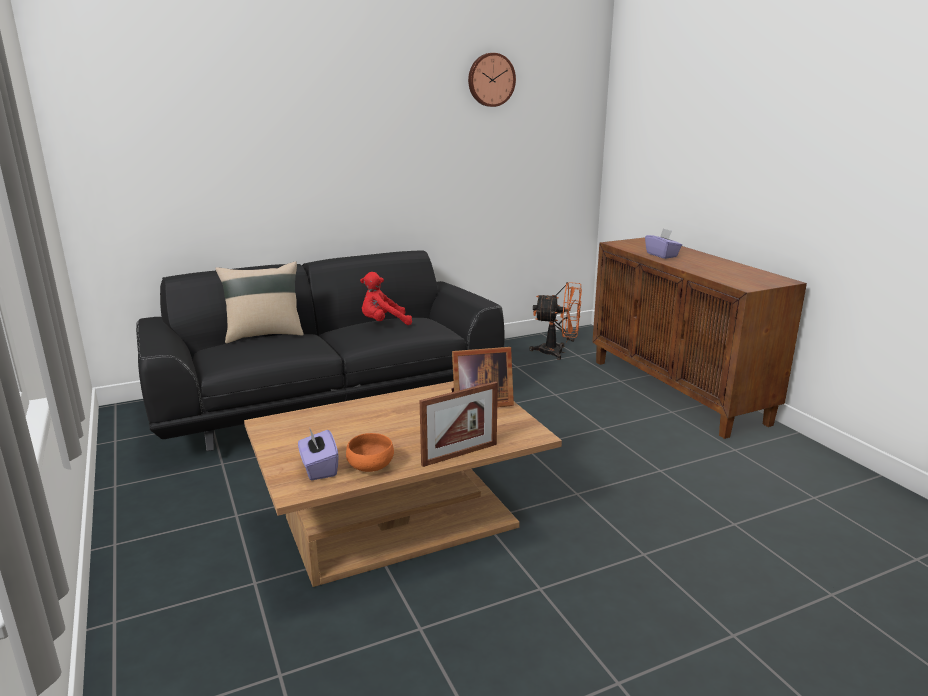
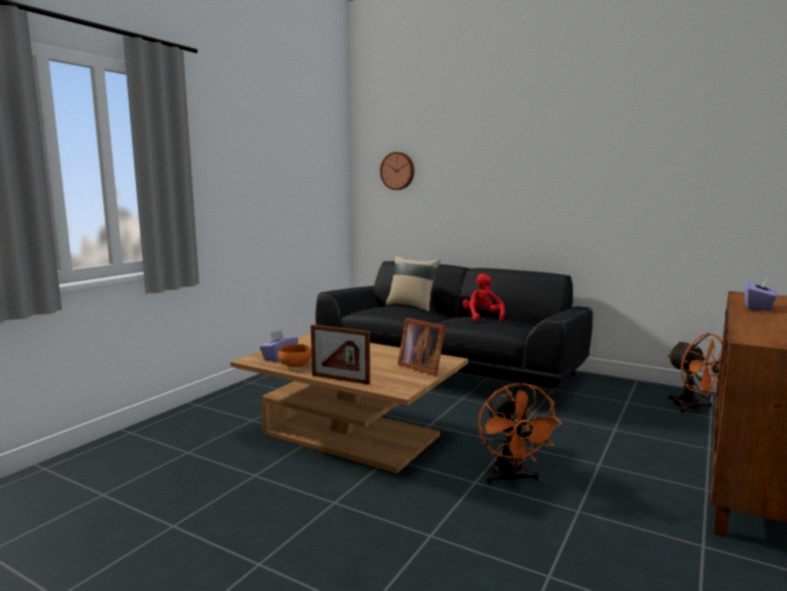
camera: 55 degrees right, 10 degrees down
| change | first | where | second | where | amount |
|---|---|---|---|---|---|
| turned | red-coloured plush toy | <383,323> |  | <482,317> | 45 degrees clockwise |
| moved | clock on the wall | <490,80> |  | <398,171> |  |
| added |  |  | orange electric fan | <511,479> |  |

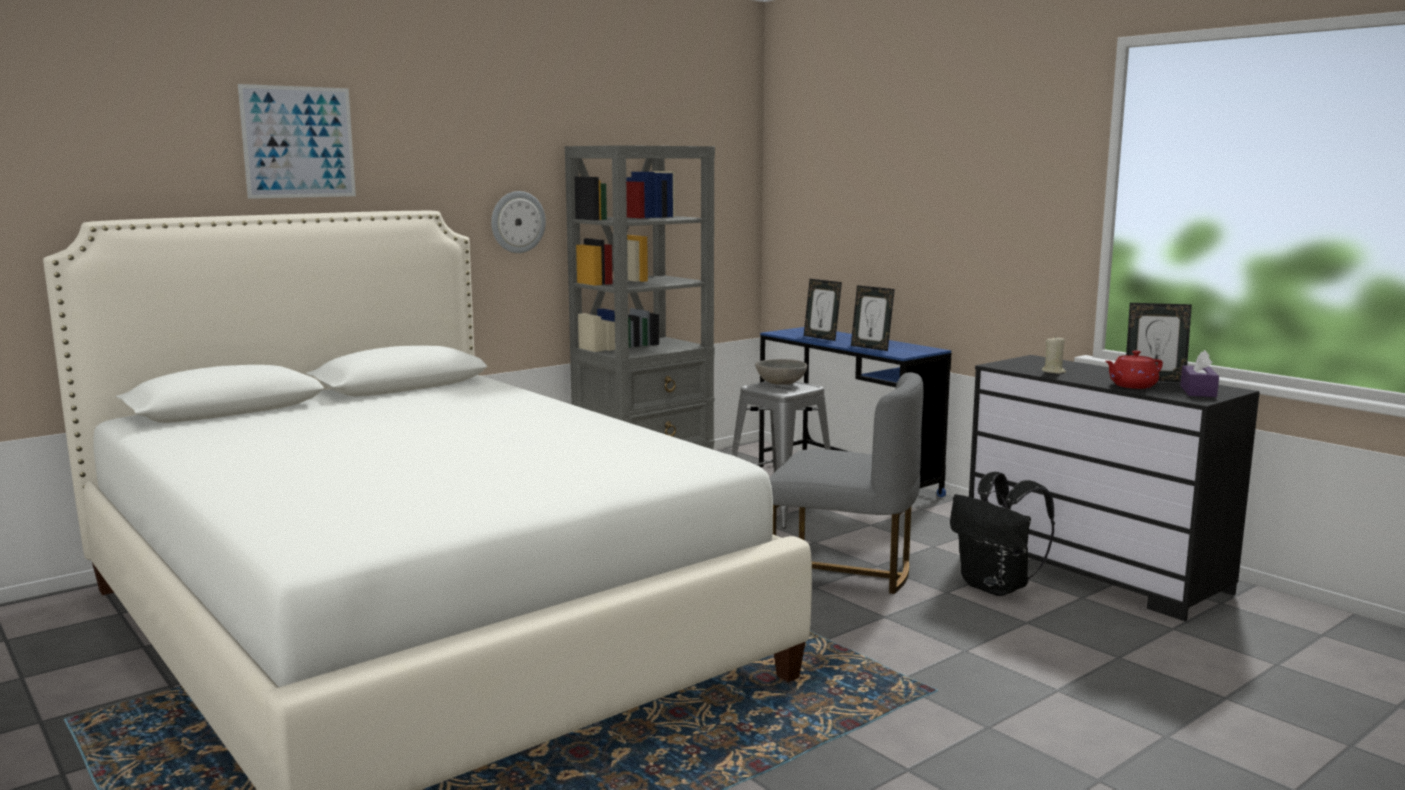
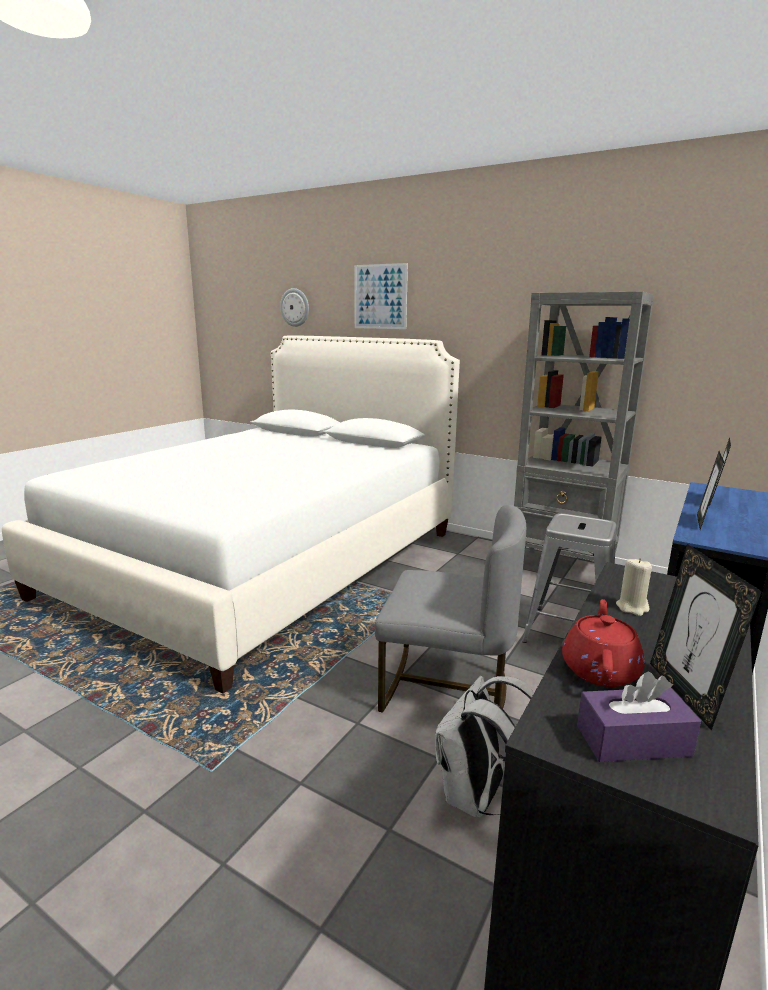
camera: 70 degrees right, 5 degrees up
| change | first | where | second | where | amount |
|---|---|---|---|---|---|
| moved | clock on the wall | <517,222> |  | <295,307> |  |
| removed | grey serving bowl | <781,383> |  |  |  |
| turned | grey chair | <843,571> |  | <446,686> | 75 degrees counterclockwise |
| recoloured | black-coloured rucksack | <997,587> | whitish rucksack | <477,797> |  |
| turned | red-coloured tea pot | <1132,386> |  | <600,669> | 60 degrees clockwise |

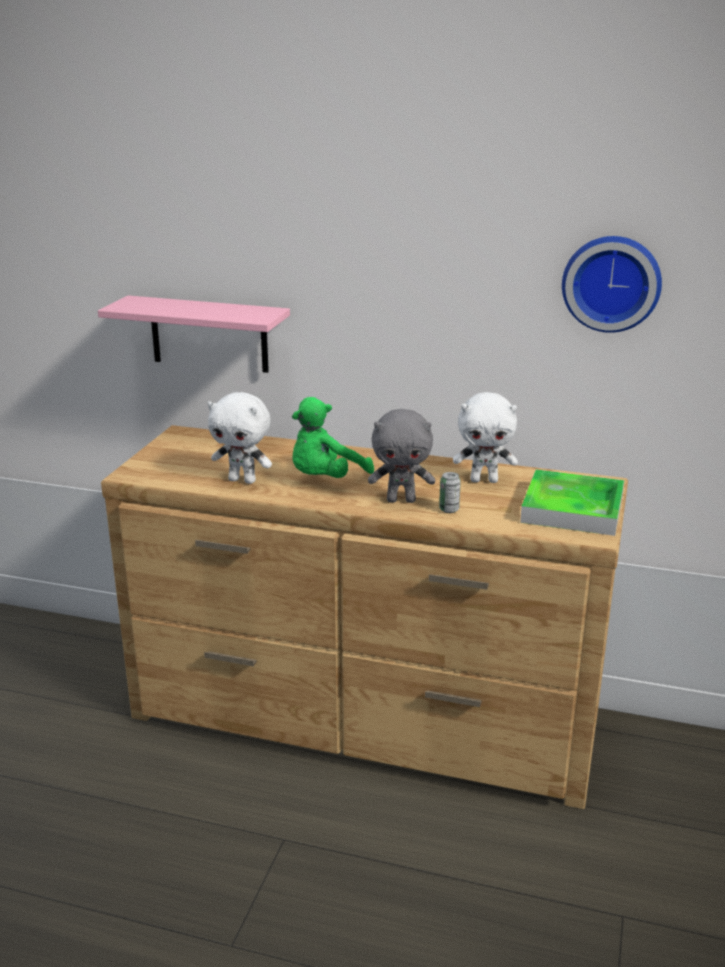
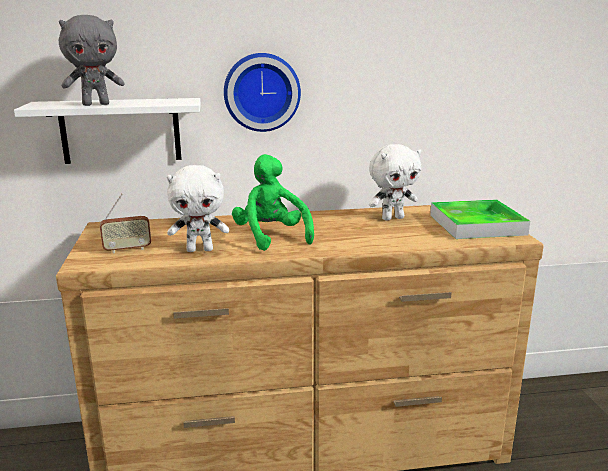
camera: 25 degrees left, 5 degrees down
| change | first | where | second | where | amount |
|---|---|---|---|---|---|
| recoloured | pink shelf | <209,334> | whitish shelf | <120,131> |  |
| turned | green plush toy | <325,479> |  | <271,237> | 135 degrees clockwise |
| moved | grey plush toy | <401,500> |  | <96,104> |  |
| removed | can | <449,509> |  |  |  |
| moved | clock on the wall | <611,282> |  | <261,92> |  |
| added |  |  | radio receiver | <127,249> |  |

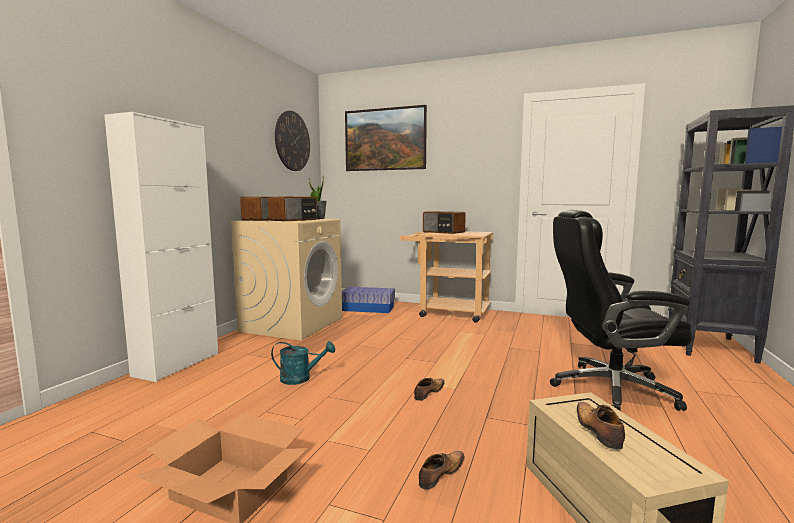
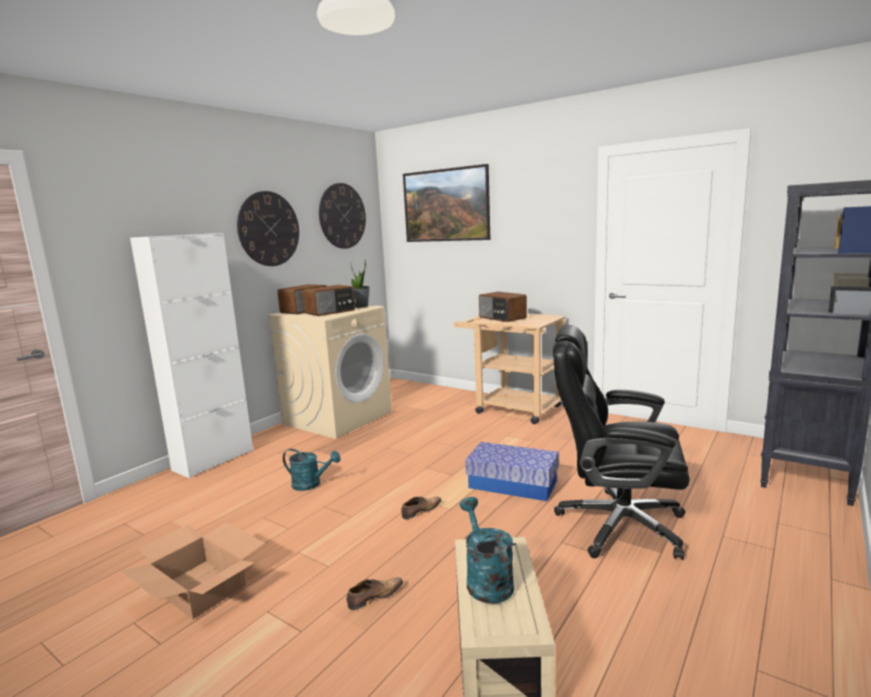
camera: 15 degrees right, 5 degrees up
| change | first | where | second | where | amount |
|---|---|---|---|---|---|
| moved | storage bin | <368,308> |  | <513,484> |  |
| replaced | item of footwear | <597,430> | turquoise watering pot | <486,579> |  |
| added |  |  | clock on the wall | <269,229> |  |

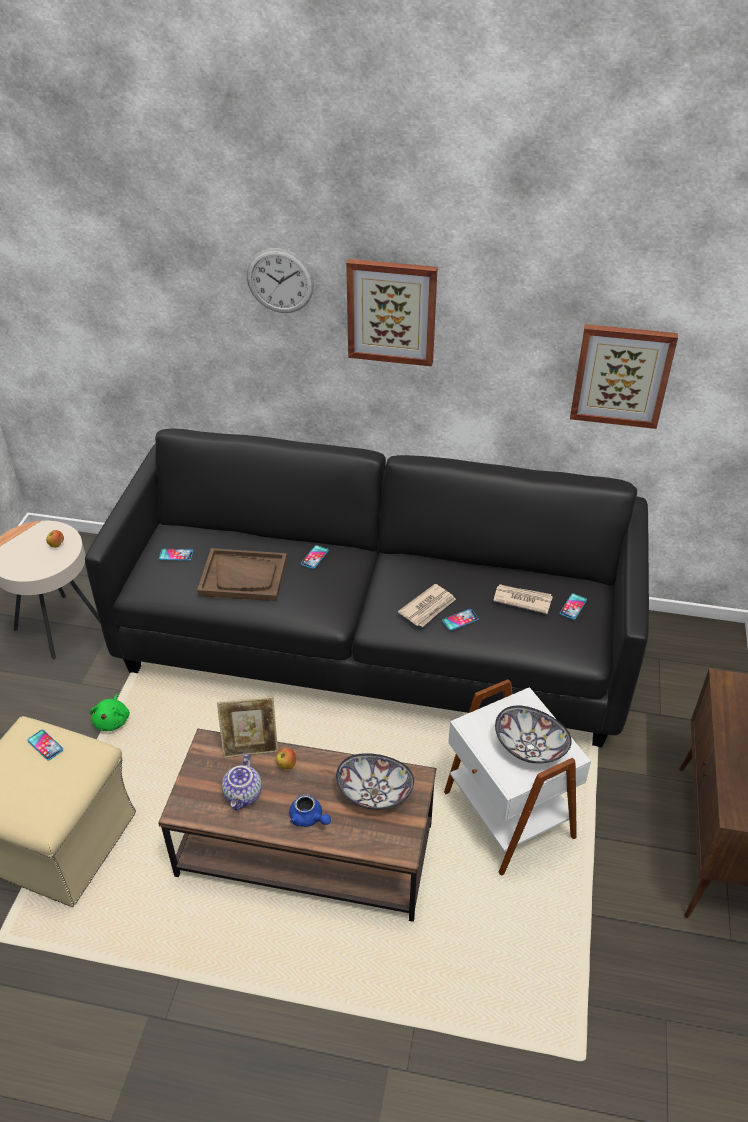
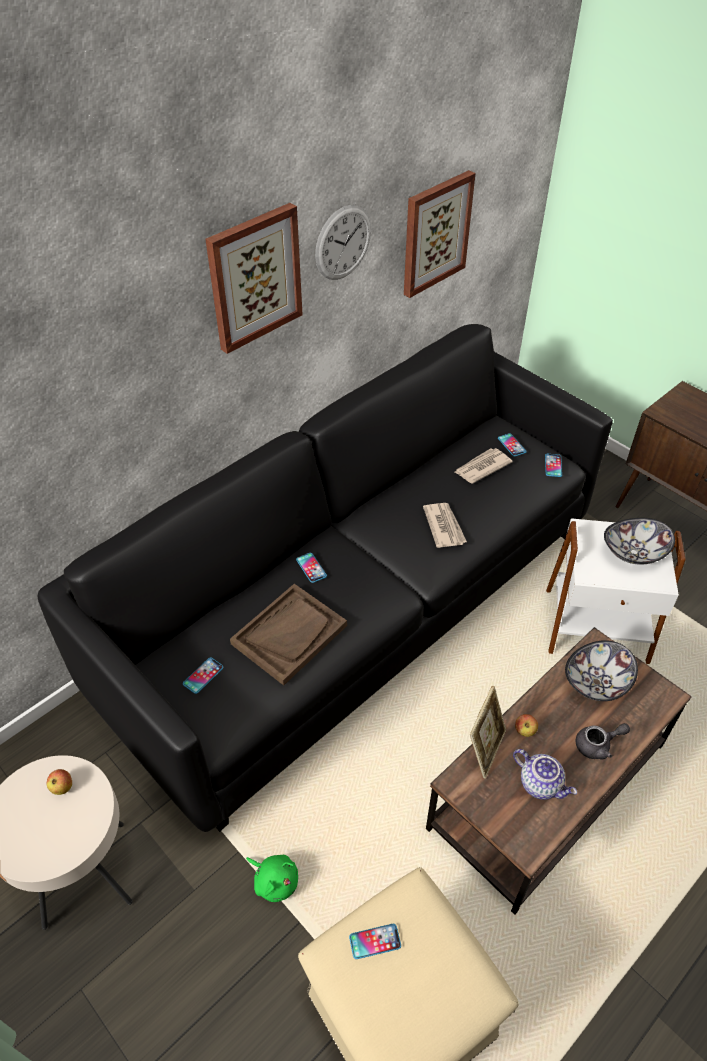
camera: 55 degrees left, 5 degrees up
| change | first | where | second | where | amount |
|---|---|---|---|---|---|
| moved | clock on the wall | <280,281> |  | <343,243> |  |
| recoloured | blue tea pot | <309,818> | grey tea pot | <597,745> |  |
| moved | phone | <460,620> |  | <553,465> |  |

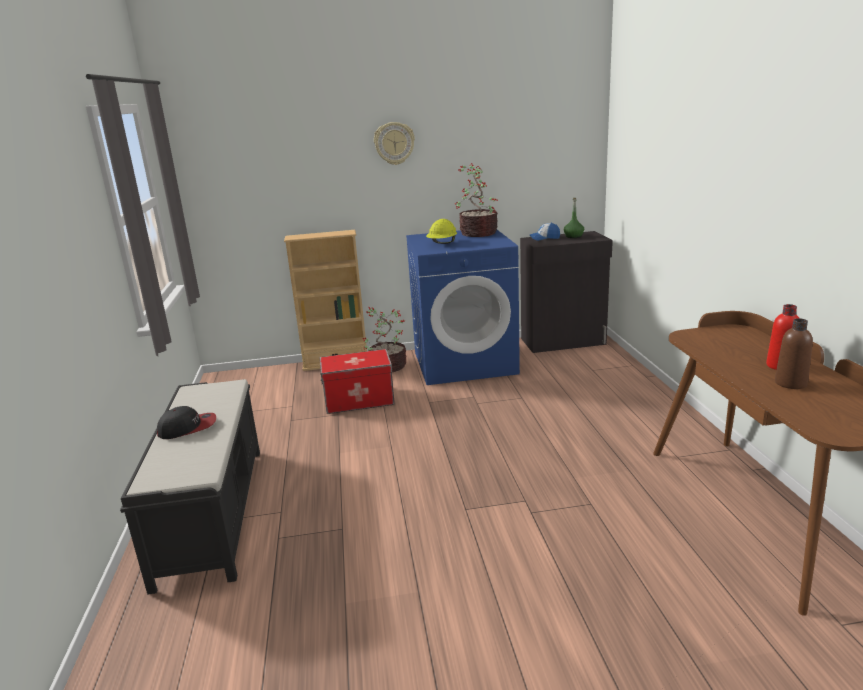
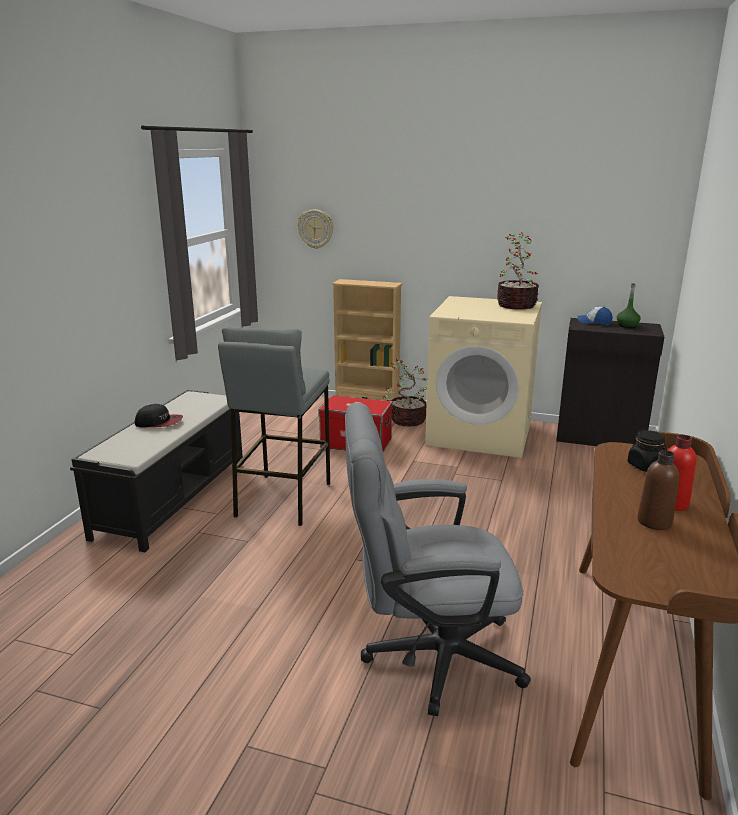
camera: 25 degrees right, 0 degrees up
| change | first | where | second | where | amount |
|---|---|---|---|---|---|
| moved | clock on the wall | <394,143> |  | <316,229> |  |
| recoloured | blue laundry machine | <465,362> | sand-coloured laundry machine | <480,434> |  |
| removed | yellow-coloured work helmet | <442,244> |  |  |  |
| added |  |  | grey stool | <282,499> |  |
| added |  |  | grey desk chair | <427,656> |  |
| added |  |  | black-coloured preserve jar | <646,466> |  |

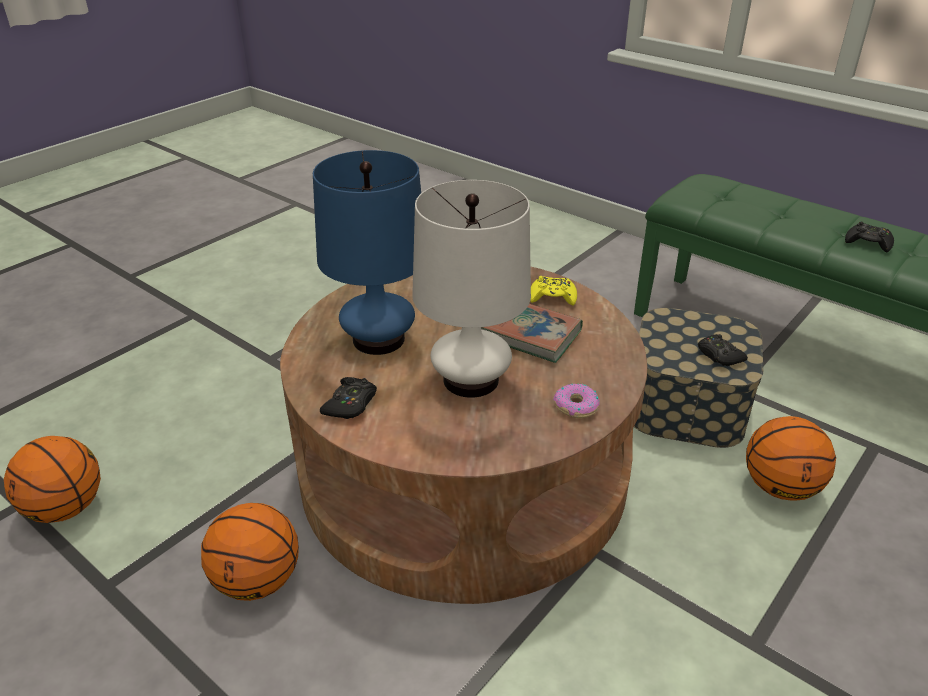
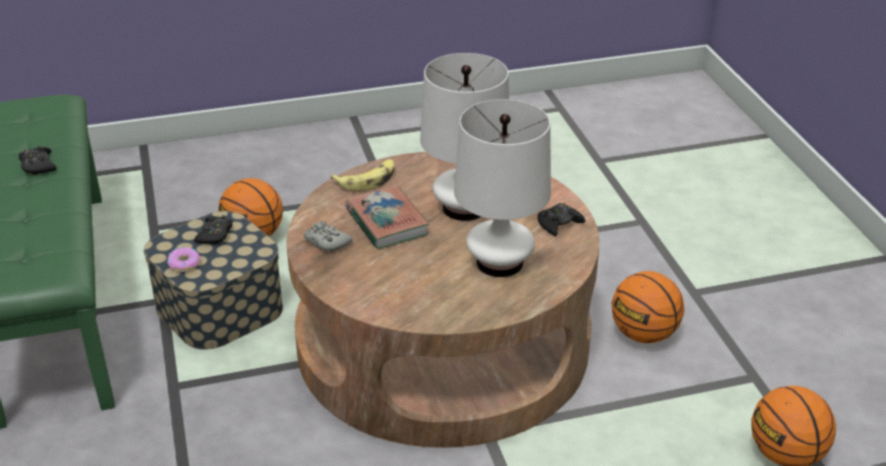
camera: 145 degrees left, 0 degrees up
| change | first | where | second | where | amount |
|---|---|---|---|---|---|
| recoloured | blue tabletop lamp | <378,339> | whitish tabletop lamp | <499,262> |  |
| recoloured | yellow-coloured game controller | <552,297> | grey game controller | <326,242> |  |
| moved | ring doughnut | <576,406> |  | <184,264> |  |
| added |  |  | banana | <367,180> |  |

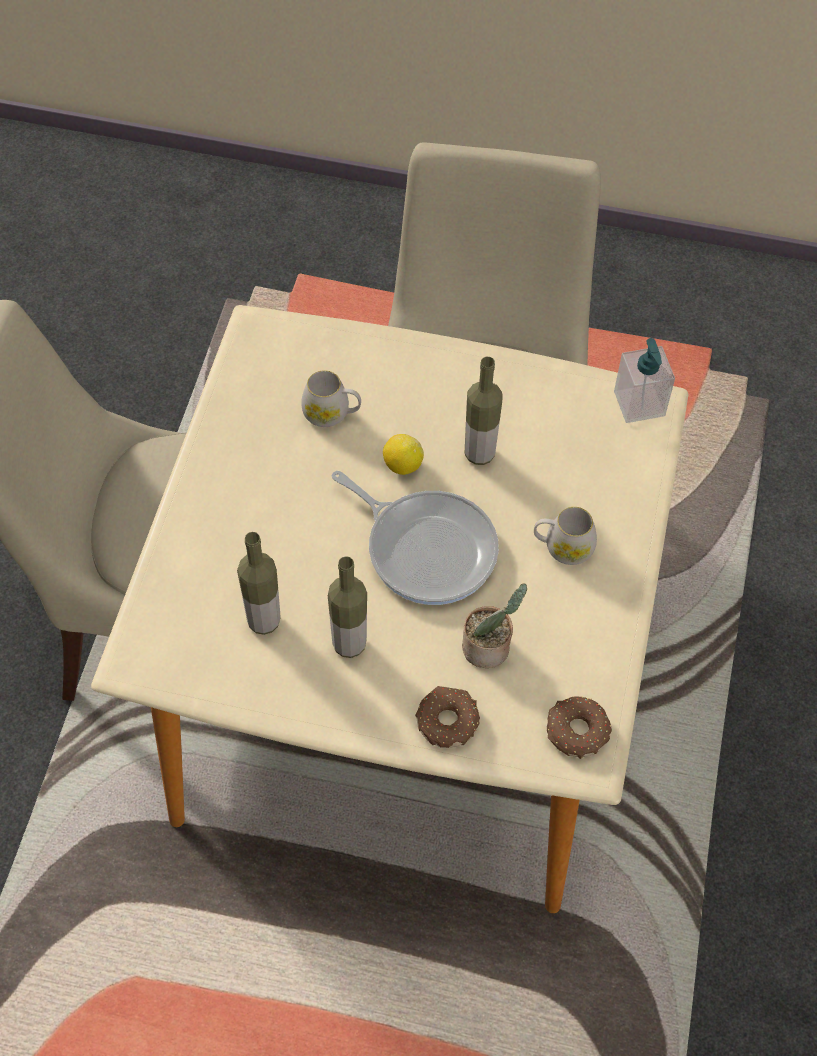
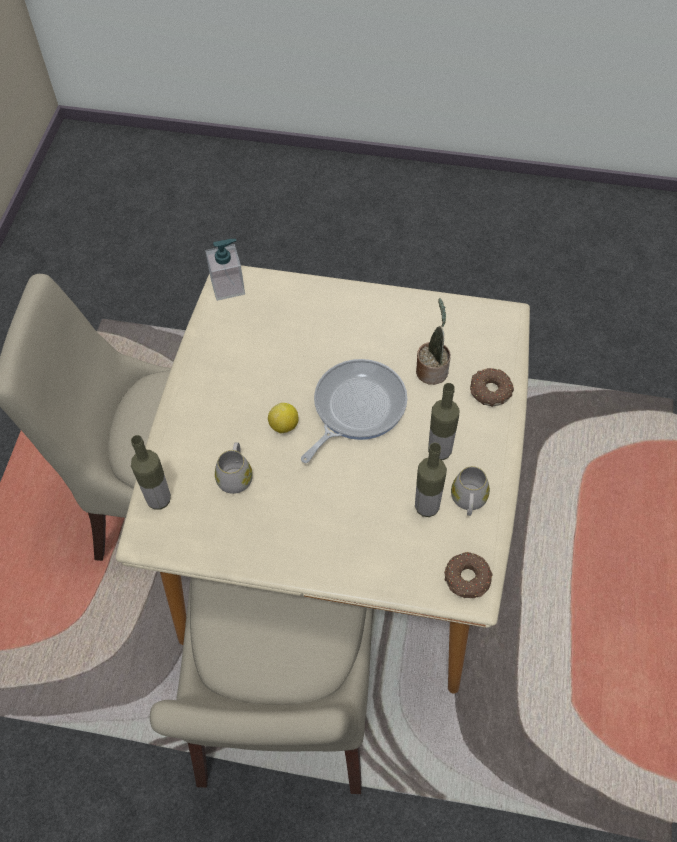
camera: 90 degrees left, 0 degrees up
| change | first | where | second | where | amount |
|---|---|---|---|---|---|
| moved | beverage bottle | <479,454> |  | <159,500> |  |
| moved | whitish mug | <563,547> |  | <468,501> |  |
| moved | ring doughnut | <576,731> |  | <467,579> |  |

